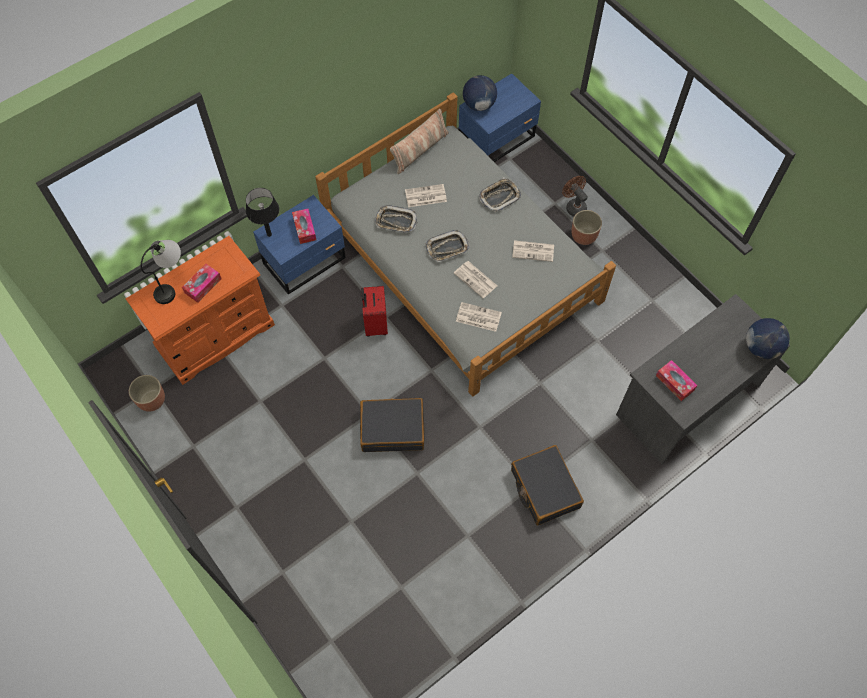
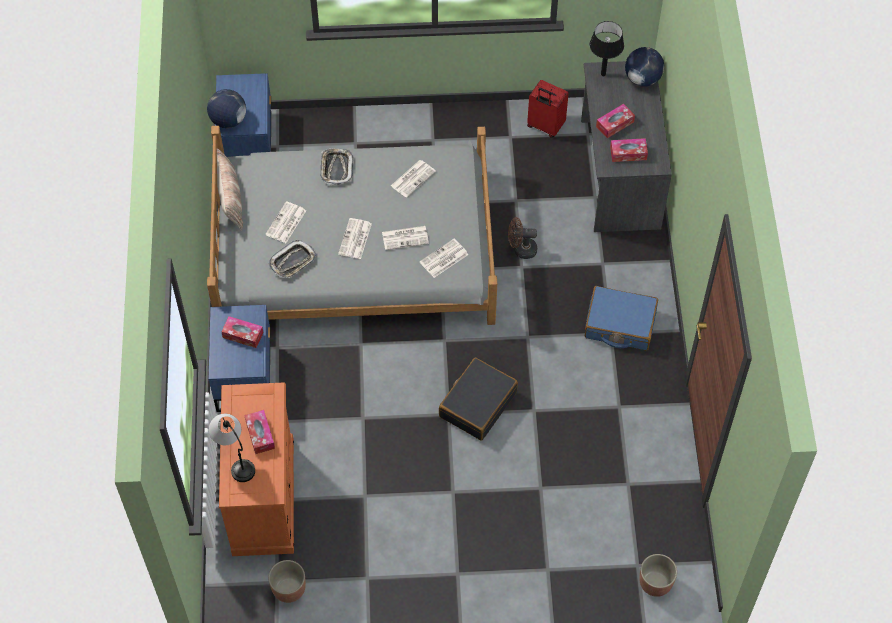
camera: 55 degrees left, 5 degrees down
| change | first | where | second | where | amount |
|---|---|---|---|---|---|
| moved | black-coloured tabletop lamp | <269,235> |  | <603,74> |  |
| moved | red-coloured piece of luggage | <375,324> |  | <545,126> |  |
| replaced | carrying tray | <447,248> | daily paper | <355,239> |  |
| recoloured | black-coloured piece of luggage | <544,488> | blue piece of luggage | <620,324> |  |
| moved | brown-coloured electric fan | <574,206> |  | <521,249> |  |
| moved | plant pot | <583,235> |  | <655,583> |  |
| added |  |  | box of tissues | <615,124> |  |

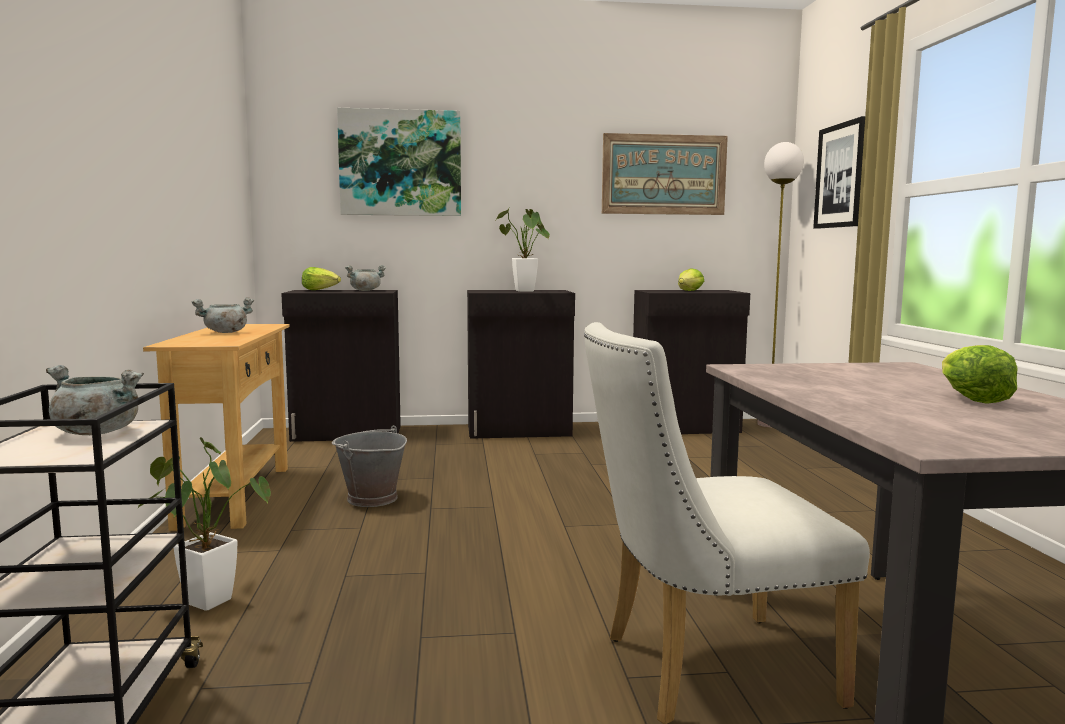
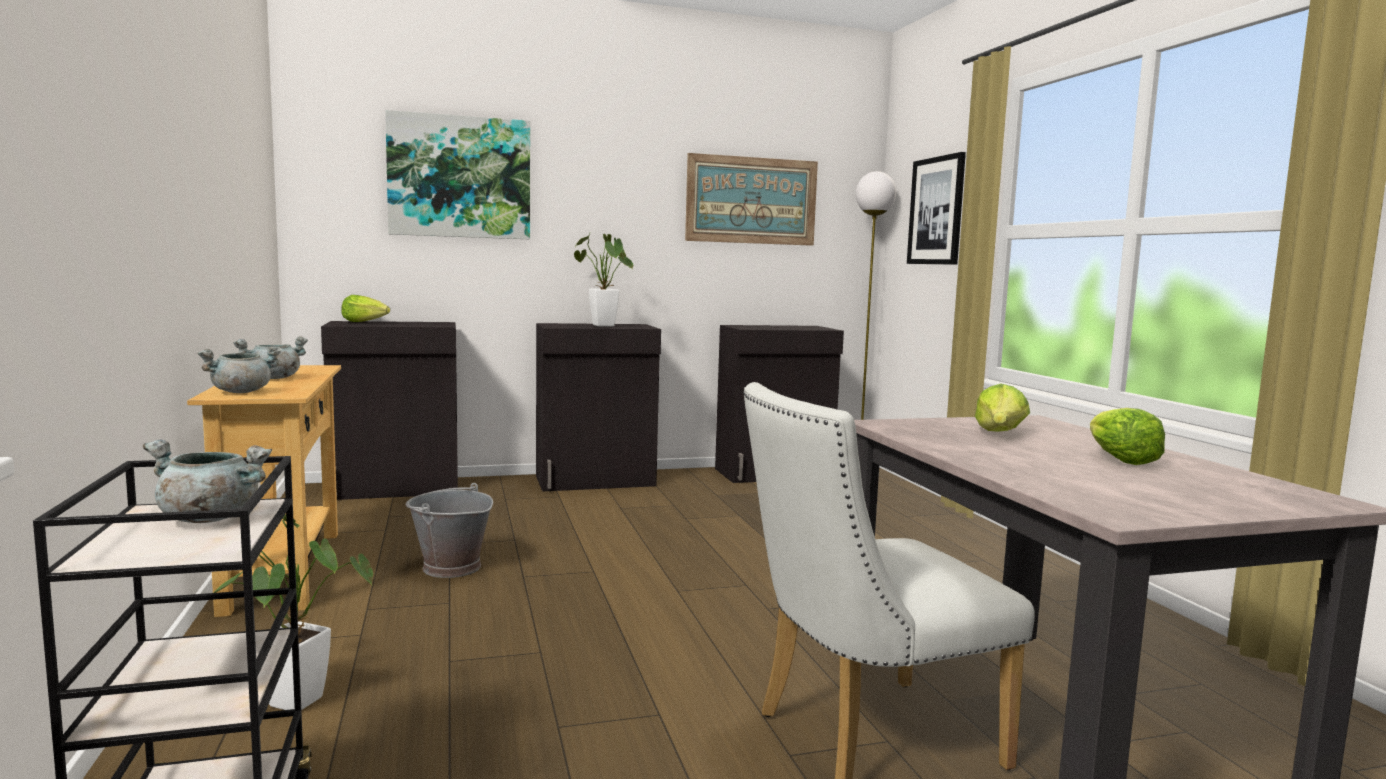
camera: 10 degrees left, 0 degrees up
| change | first | where | second | where | amount |
|---|---|---|---|---|---|
| moved | grey cooking pot | <365,290> |  | <241,392> |  |
| moved | head of lettuce | <689,291> |  | <1000,433> |  |

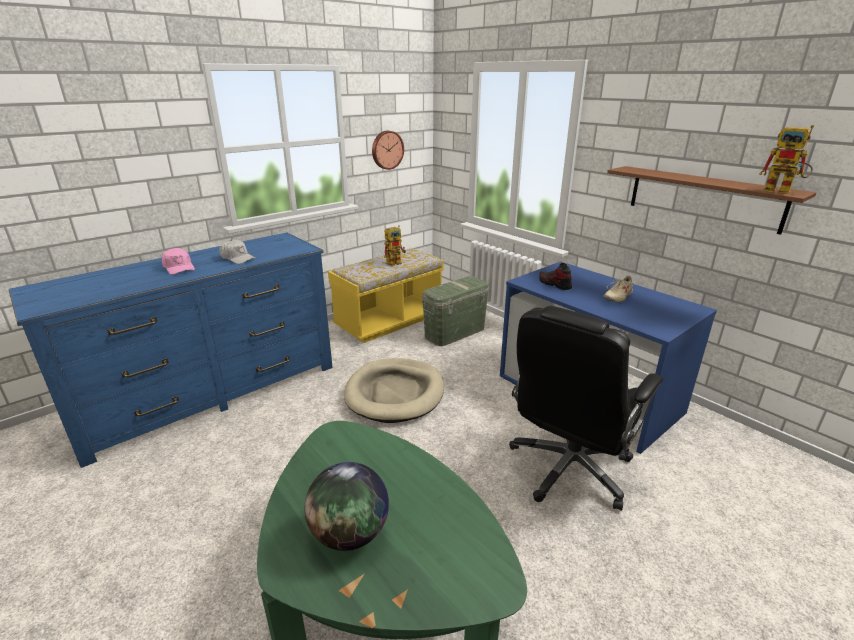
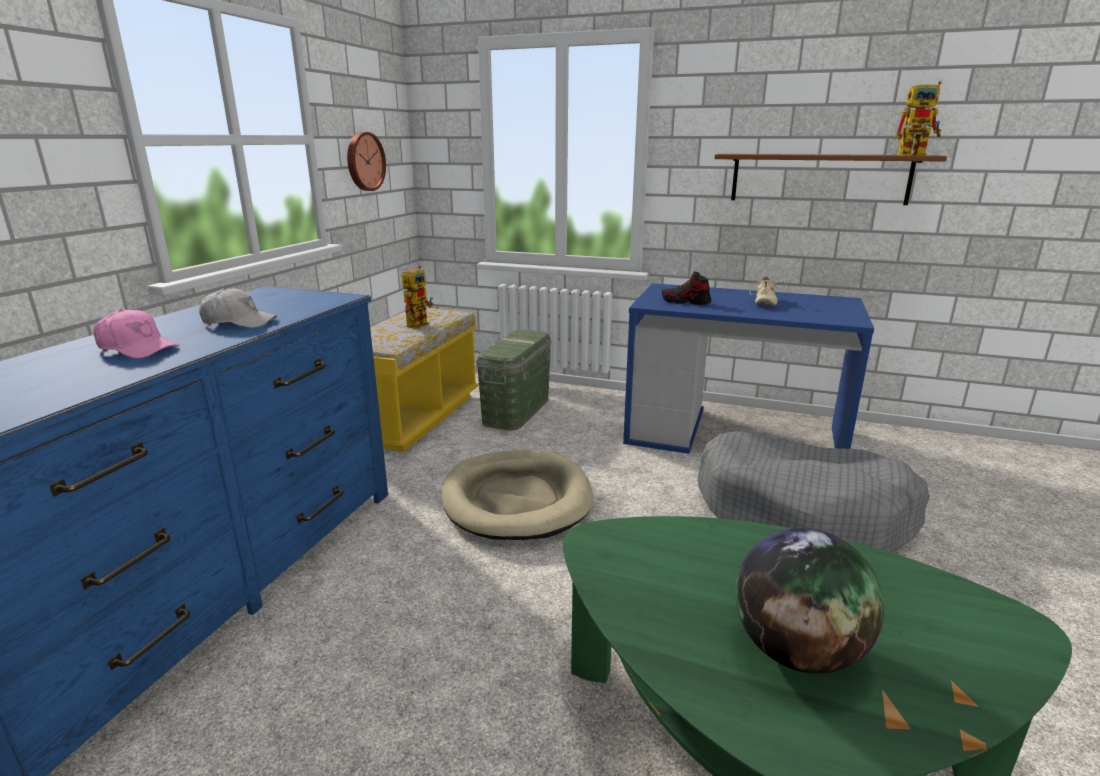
camera: 30 degrees left, 5 degrees down
| change | first | where | second | where | amount |
|---|---|---|---|---|---|
| replaced | black-coloured desk chair | <569,468> | grey dog cushion | <802,514> |  |

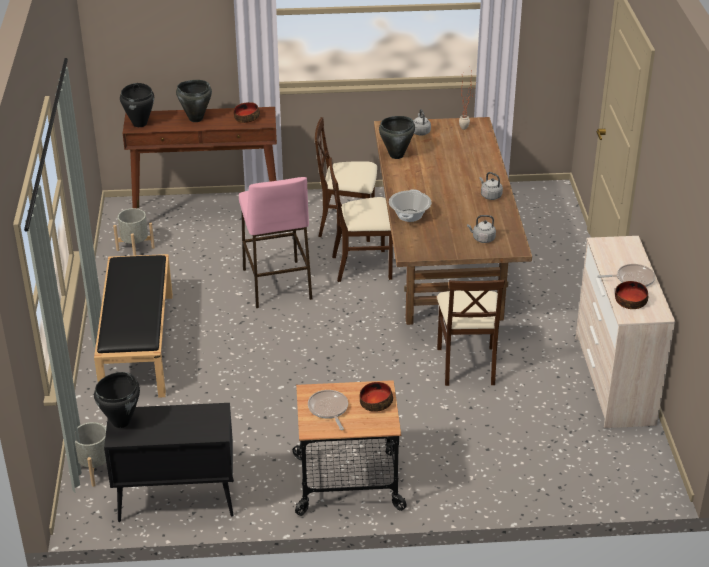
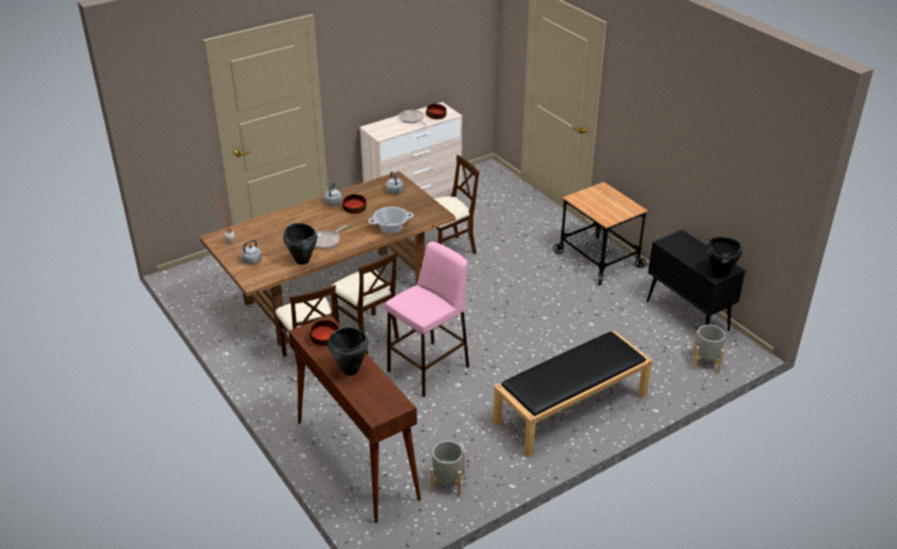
camera: 120 degrees left, 0 degrees up
| change | first | where | second | where | amount |
|---|---|---|---|---|---|
| removed | black-coloured cooking pot | <140,123> |  |  |  |
| moved | frying pan | <328,409> |  | <326,241> |  |
| moved | serving bowl | <375,402> |  | <354,209> |  |

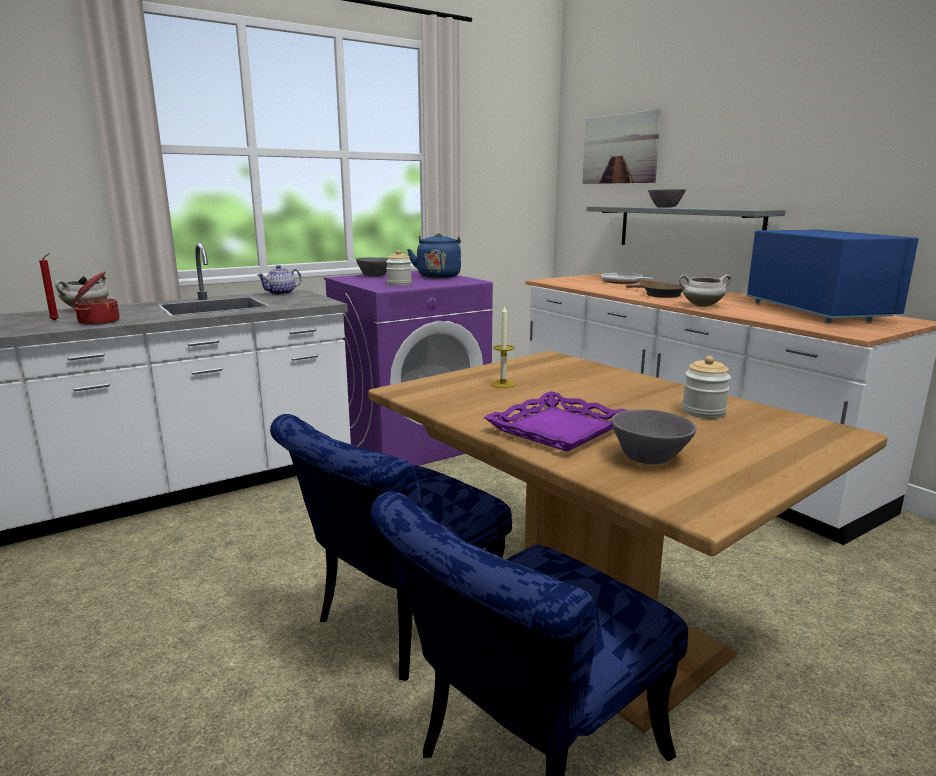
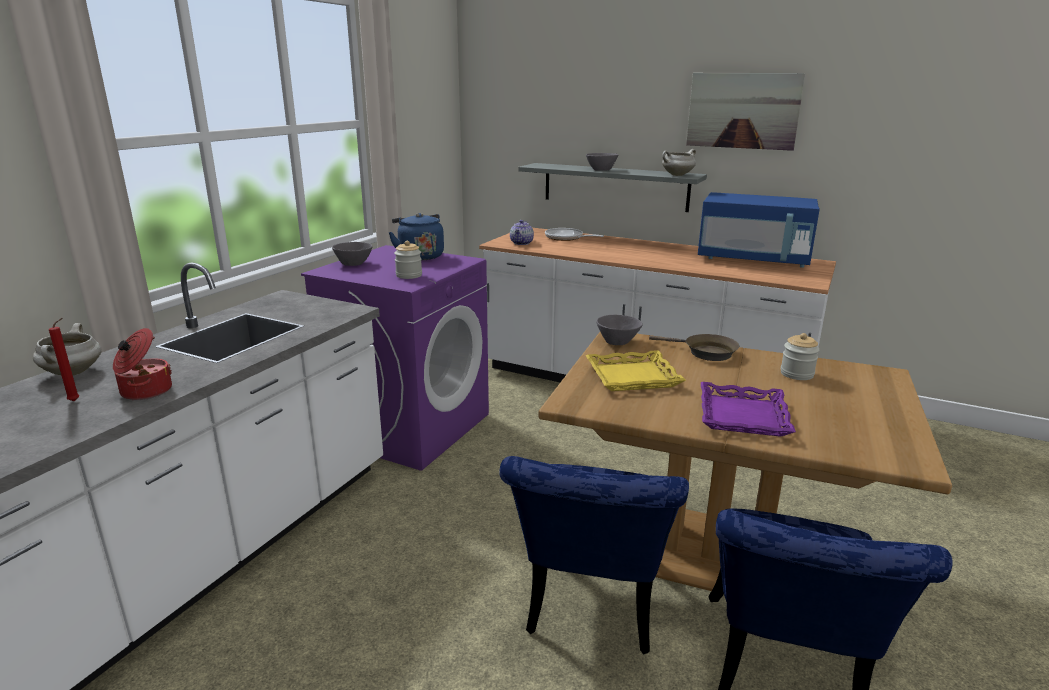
camera: 30 degrees left, 5 degrees up
| change | first | where | second | where | amount |
|---|---|---|---|---|---|
| moved | tea pot | <281,293> |  | <522,243> |  |
| replaced | wax candle | <503,384> | yellow-coloured carrying tray | <633,377> |  |
| moved | wall picture | <620,149> |  | <743,111> |  |
| moved | grey serving bowl | <651,458> |  | <619,342> |  |
| moved | brown-coloured frying pan | <659,295> |  | <705,352> |  |
| moved | whitish cooking pot | <701,306> |  | <677,175> |  |
| turned | blue microwave | <817,311> |  | <753,260> | 150 degrees clockwise |

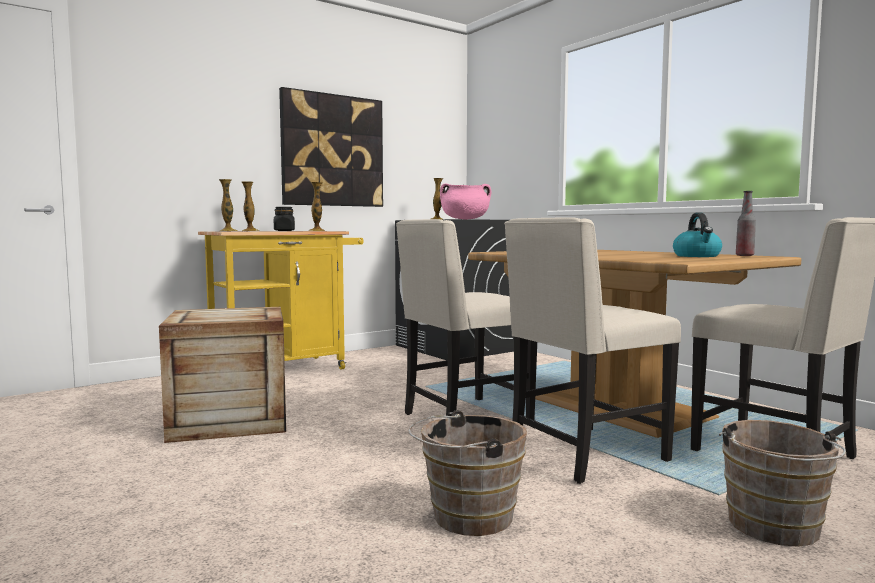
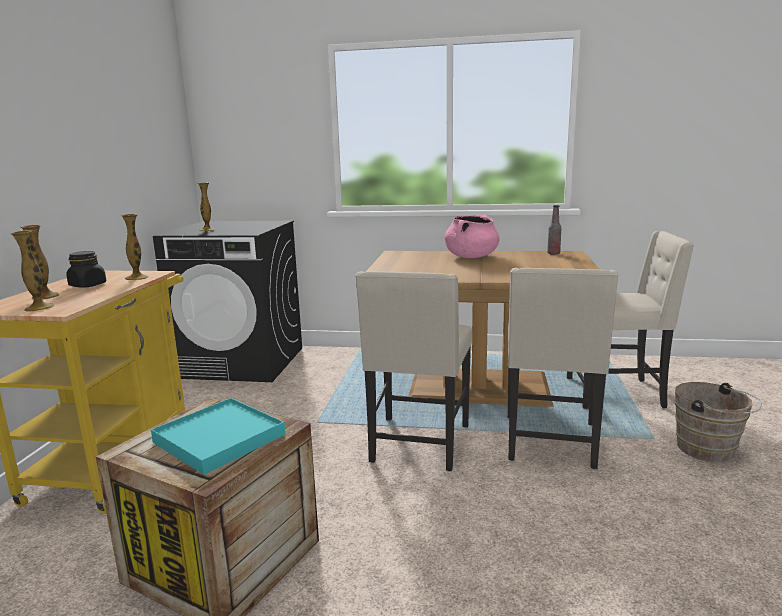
camera: 45 degrees left, 10 degrees up
| change | first | where | second | where | amount |
|---|---|---|---|---|---|
| removed | wall picture | <332,151> |  |  |  |
| removed | brown-coloured water bucket | <466,517> |  |  |  |
| moved | pink cooking pot | <465,219> |  | <471,257> |  |
| removed | tea kettle | <697,256> |  |  |  |
| added |  |  | turquoise carrying tray | <219,438> |  |

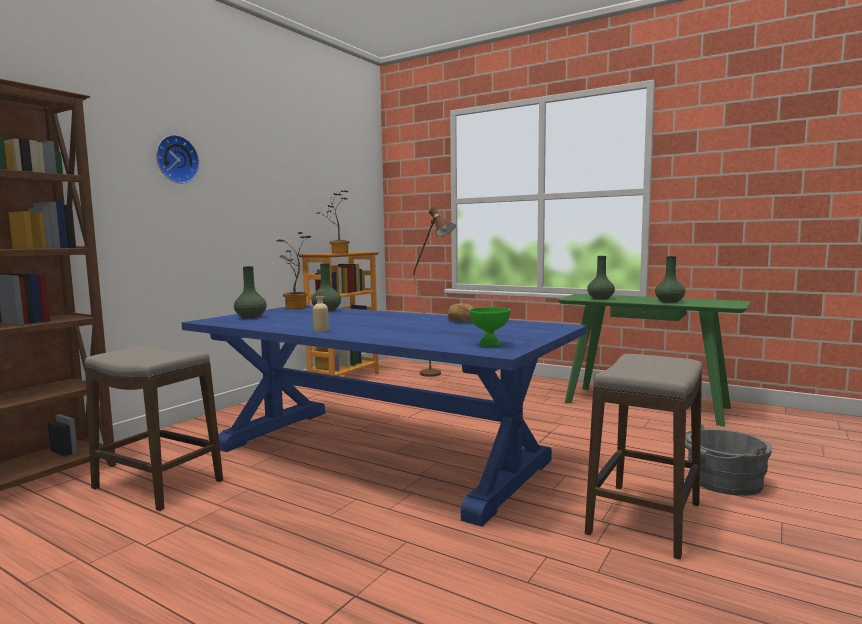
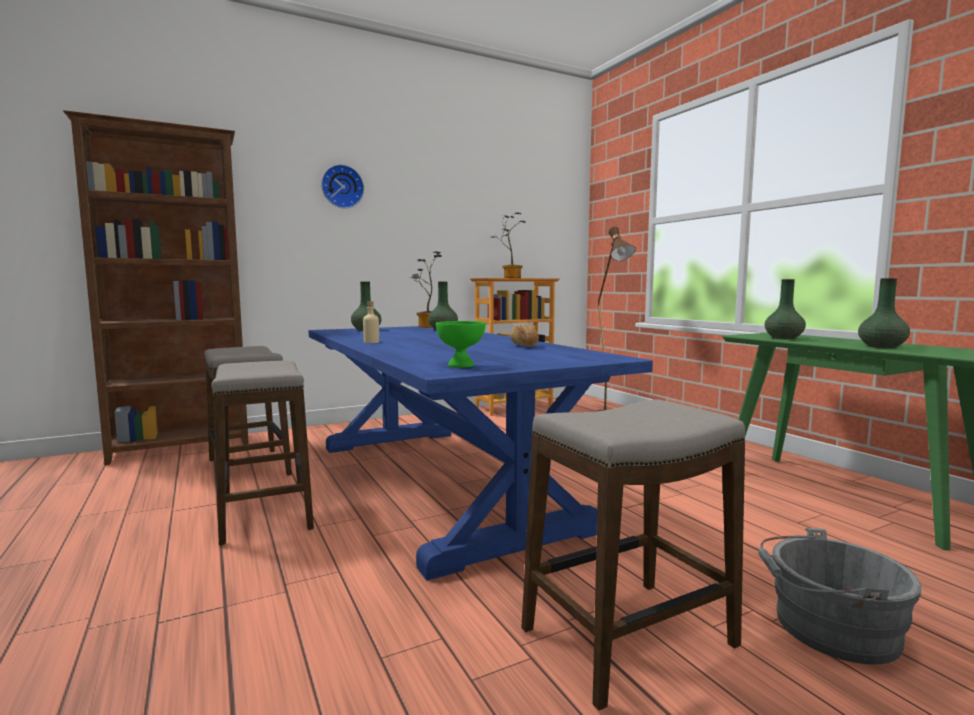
camera: 30 degrees right, 0 degrees up
| change | first | where | second | where | amount |
|---|---|---|---|---|---|
| added |  |  | stool | <265,514> |  |

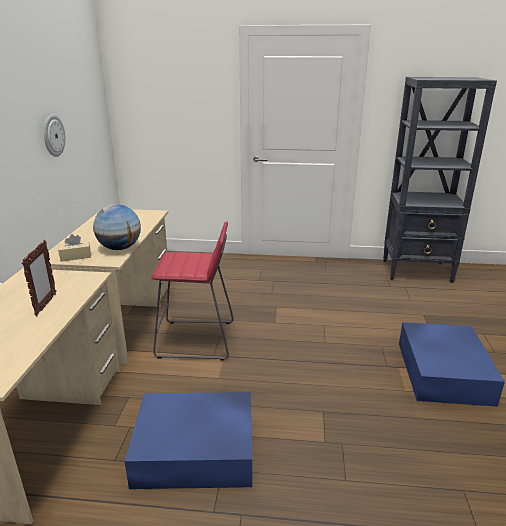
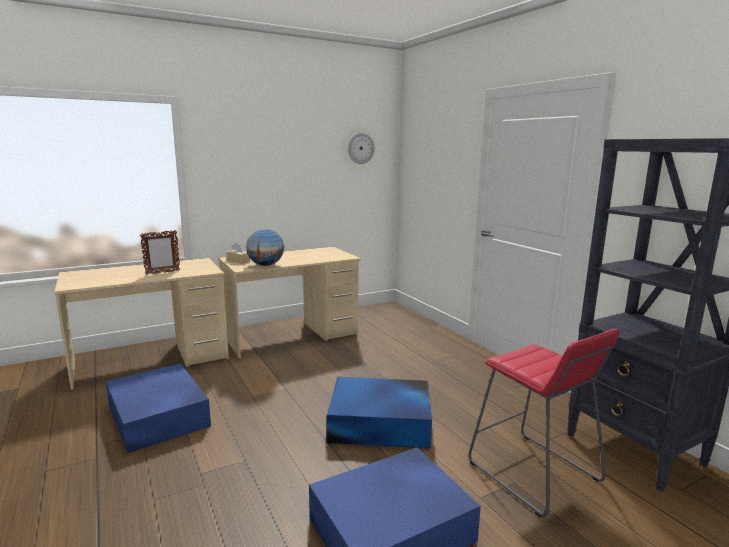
camera: 55 degrees right, 10 degrees down
| change | first | where | second | where | amount |
|---|---|---|---|---|---|
| moved | clock on the wall | <53,135> |  | <360,148> |  |
| moved | red-coloured stool | <196,340> |  | <533,472> |  |
| added |  |  | blue storage bin | <381,423> |  |

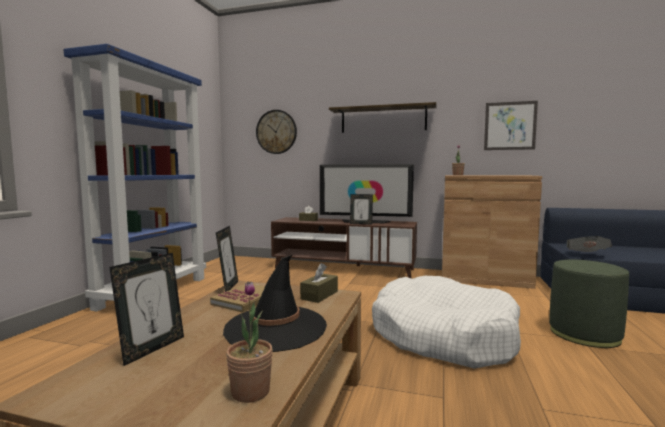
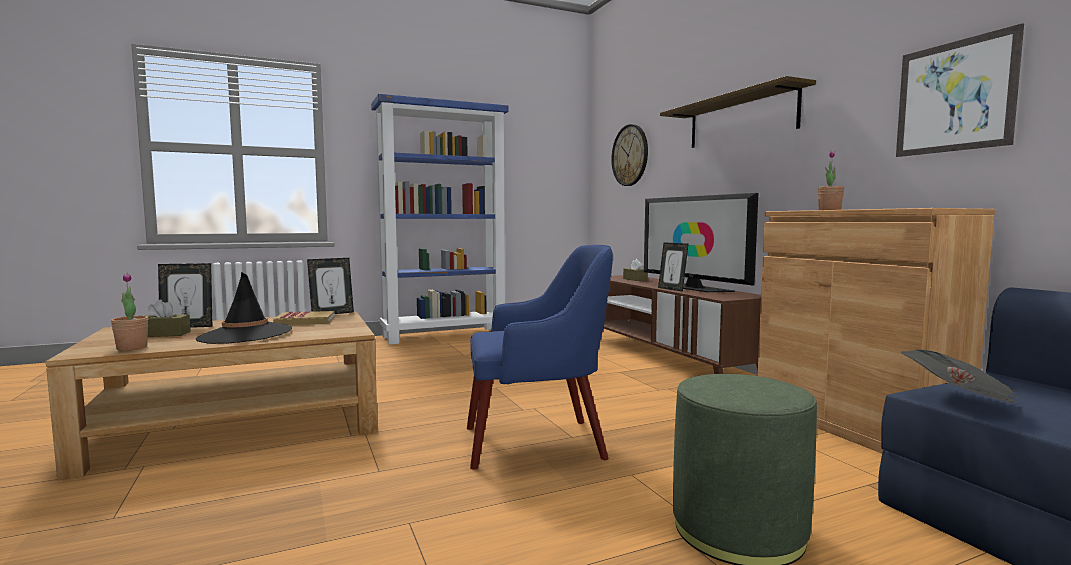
camera: 50 degrees right, 0 degrees up
| change | first | where | second | where | amount |
|---|---|---|---|---|---|
| moved | brown-coloured box of tissues | <319,295> |  | <163,334> |  |
| replaced | whitish dog cushion | <442,336> | blue lounge chair | <538,442> |  |

